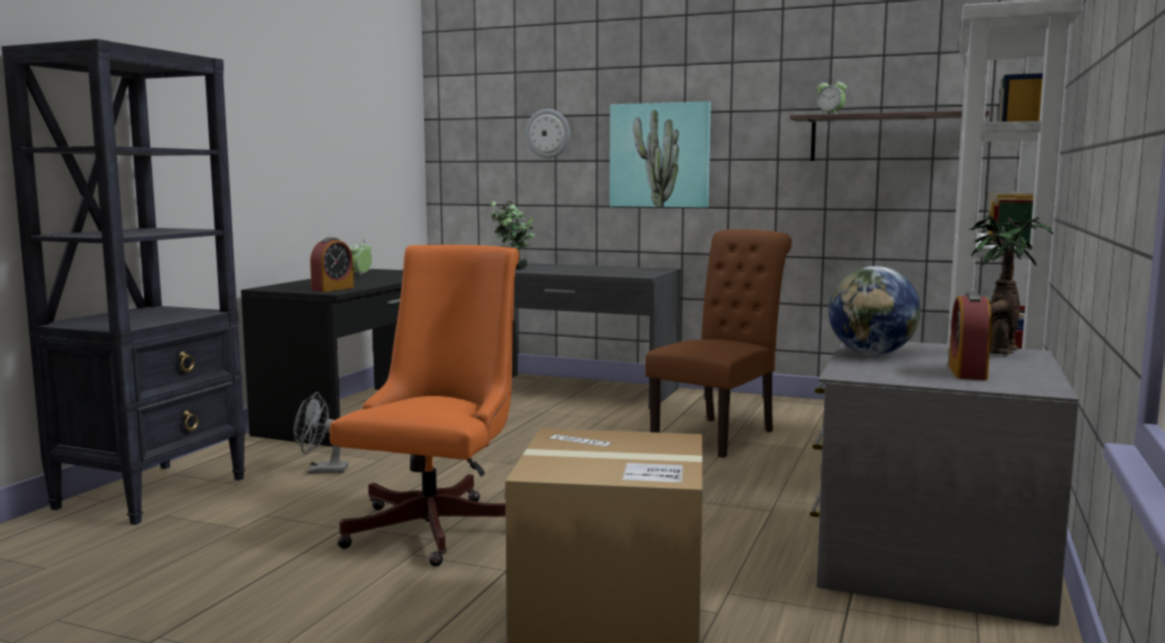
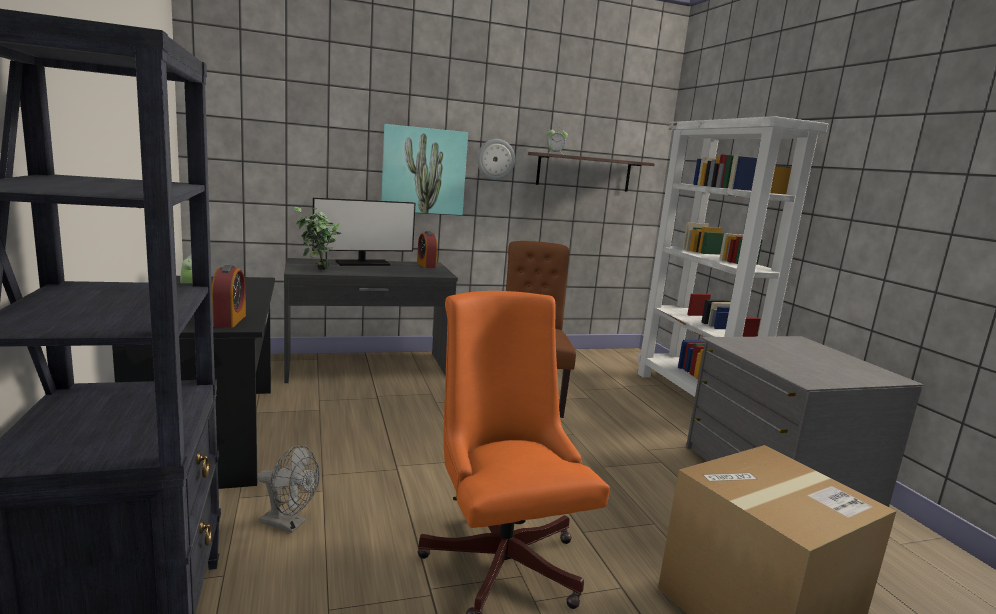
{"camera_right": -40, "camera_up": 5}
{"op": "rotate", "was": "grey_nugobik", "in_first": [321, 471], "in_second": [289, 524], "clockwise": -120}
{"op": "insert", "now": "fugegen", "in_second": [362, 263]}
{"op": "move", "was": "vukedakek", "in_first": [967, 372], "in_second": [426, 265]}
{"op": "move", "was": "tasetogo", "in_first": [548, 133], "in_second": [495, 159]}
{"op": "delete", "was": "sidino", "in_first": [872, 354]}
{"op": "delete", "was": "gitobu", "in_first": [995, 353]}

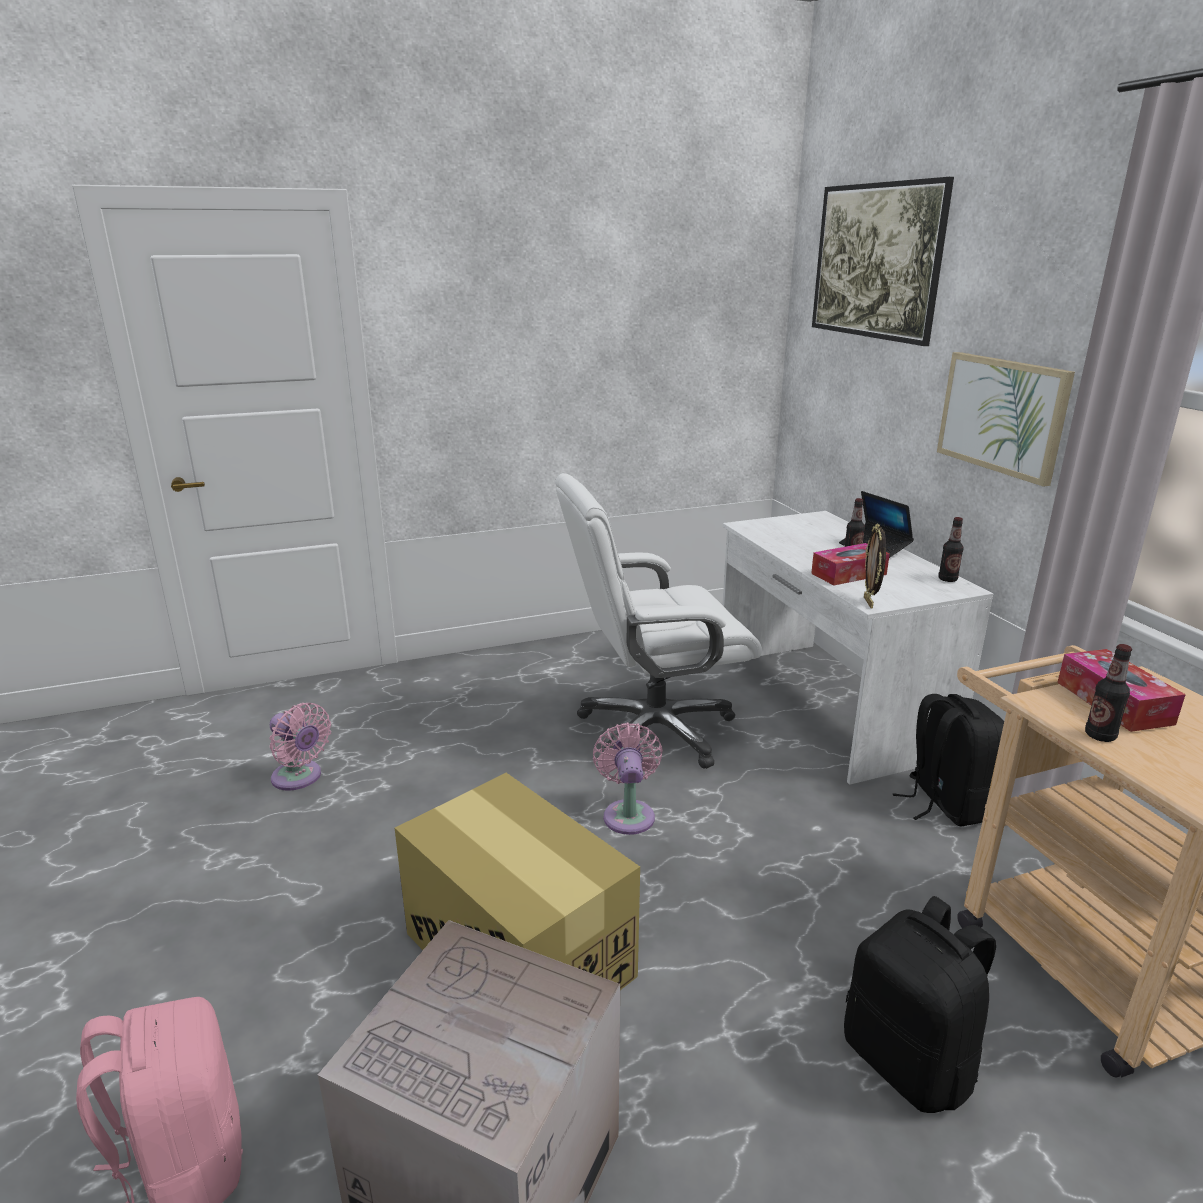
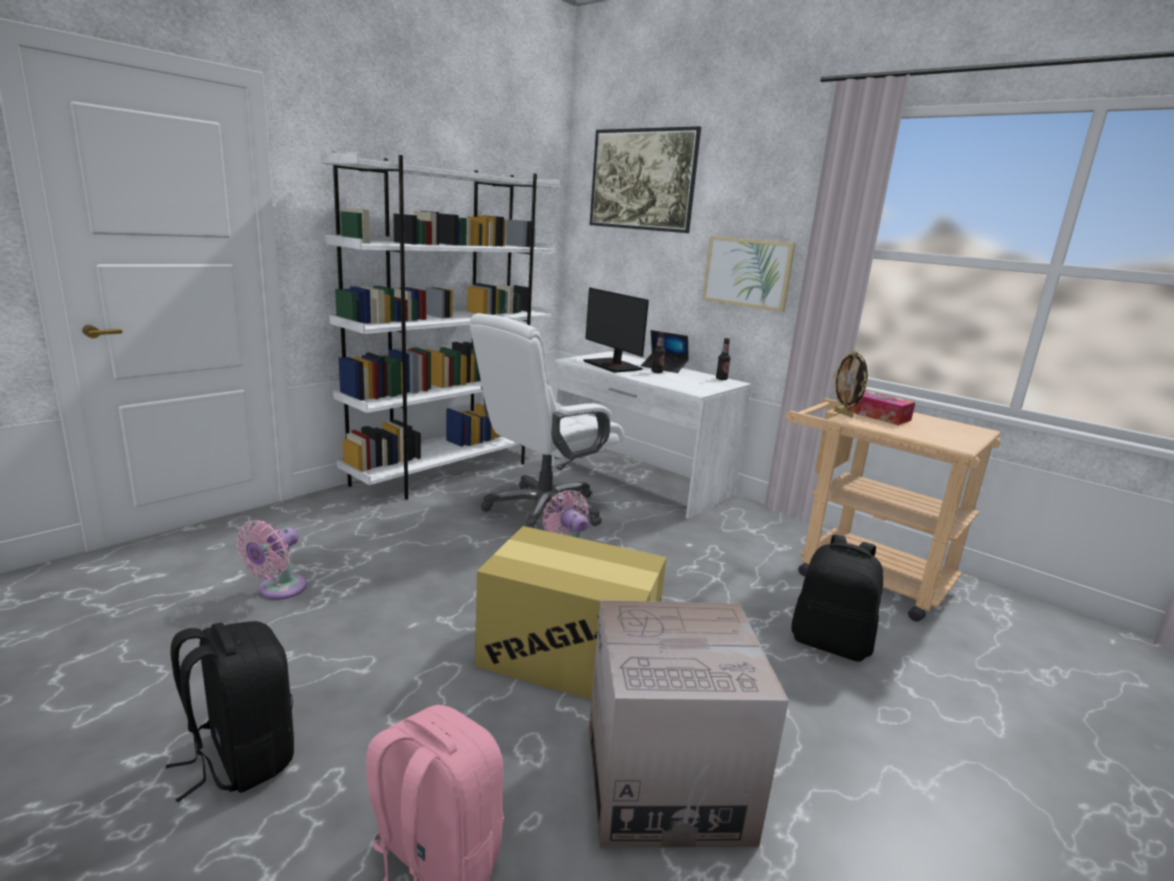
{"camera_right": -30, "camera_up": -5}
{"op": "move", "was": "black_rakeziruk", "in_first": [945, 803], "in_second": [241, 758]}
{"op": "rotate", "was": "pink_nugobik", "in_first": [299, 778], "in_second": [278, 590], "clockwise": 105}
{"op": "insert", "now": "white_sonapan", "in_second": [451, 471]}
{"op": "insert", "now": "fugegen", "in_second": [613, 365]}
{"op": "move", "was": "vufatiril", "in_first": [869, 602], "in_second": [844, 414]}
{"op": "delete", "was": "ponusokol", "in_first": [848, 574]}
{"op": "delete", "was": "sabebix", "in_first": [1100, 736]}

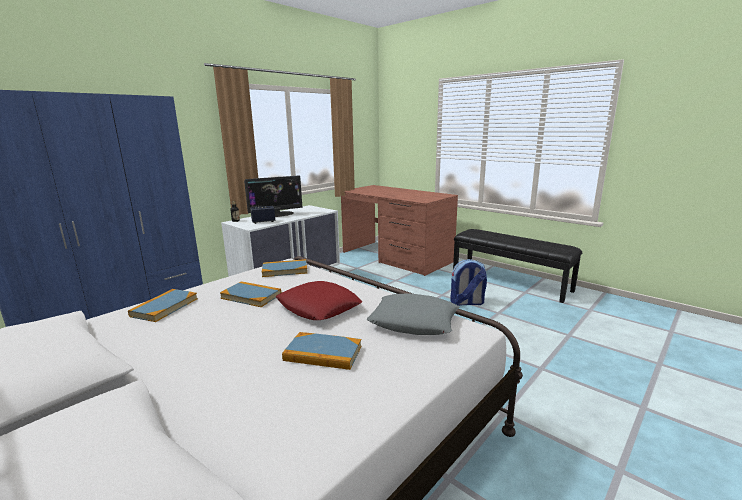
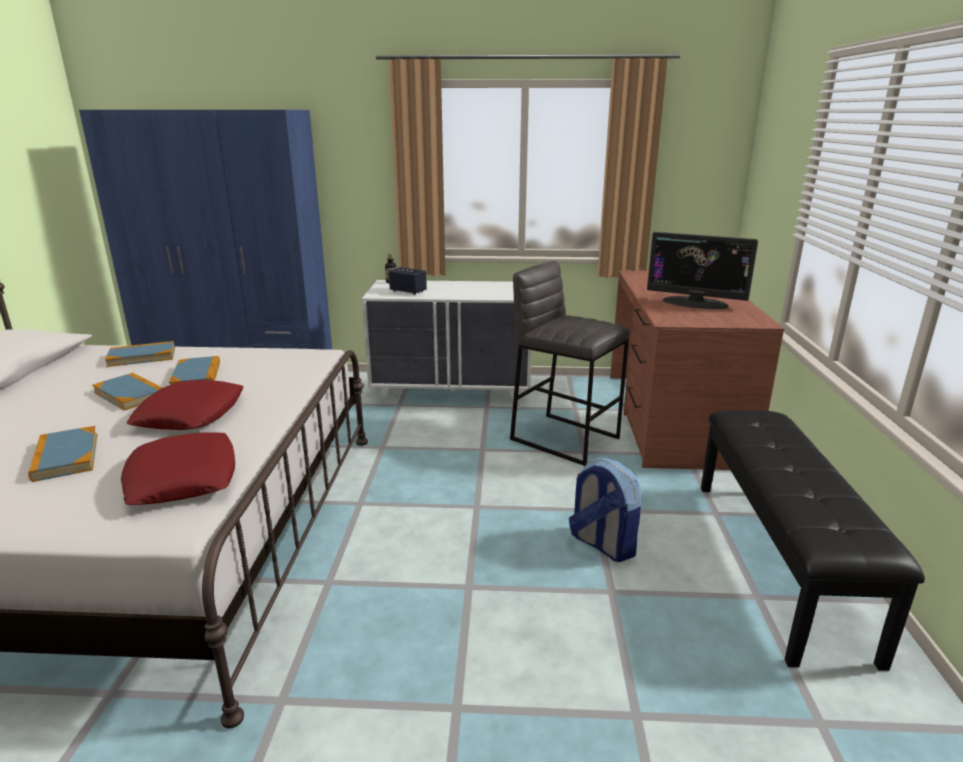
{"camera_right": 50, "camera_up": 5}
{"op": "move", "was": "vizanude", "in_first": [285, 270], "in_second": [130, 394]}
{"op": "recolor", "was": "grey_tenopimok", "now": "red_tenopimok", "in_first": [414, 321], "in_second": [183, 478]}
{"op": "insert", "now": "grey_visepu", "in_second": [564, 438]}
{"op": "move", "was": "fugegen", "in_first": [276, 215], "in_second": [695, 303]}

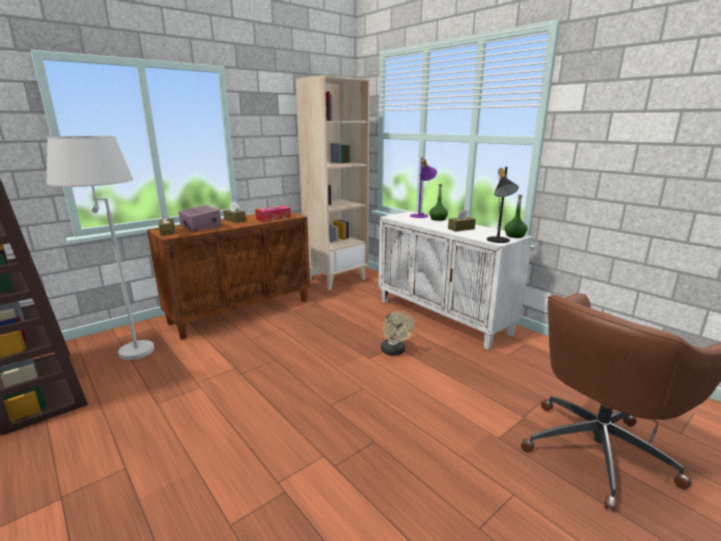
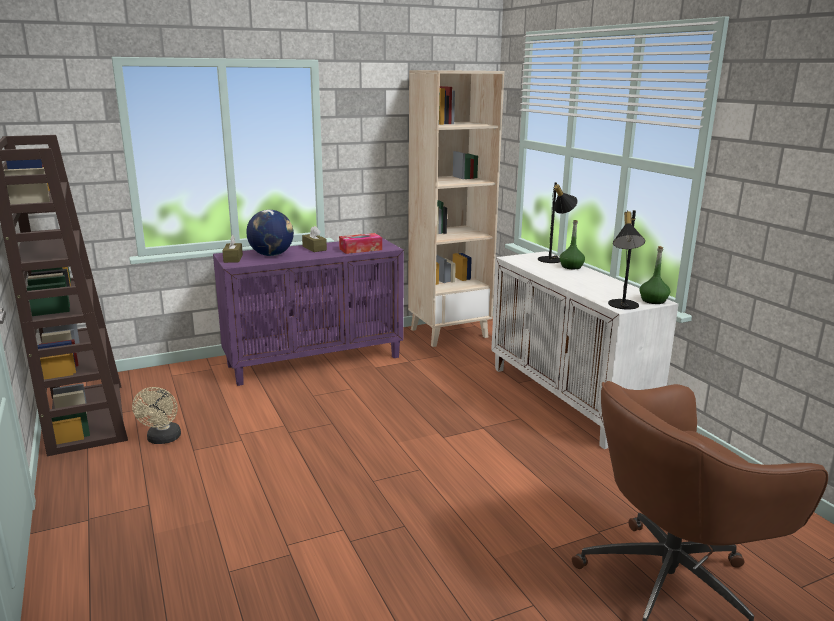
{"camera_right": 15, "camera_up": 0}
{"op": "move", "was": "beige_nugobik", "in_first": [394, 352], "in_second": [163, 439]}
{"op": "recolor", "was": "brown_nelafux", "now": "purple_nelafux", "in_first": [242, 311], "in_second": [315, 361]}
{"op": "replace", "was": "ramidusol", "now": "sidino", "in_first": [201, 227], "in_second": [271, 255]}
{"op": "recolor", "was": "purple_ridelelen", "now": "black_ridelelen", "in_first": [421, 215], "in_second": [554, 259]}
{"op": "delete", "was": "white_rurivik", "in_first": [126, 346]}
{"op": "delete", "was": "brown_ponusokol", "in_first": [461, 229]}

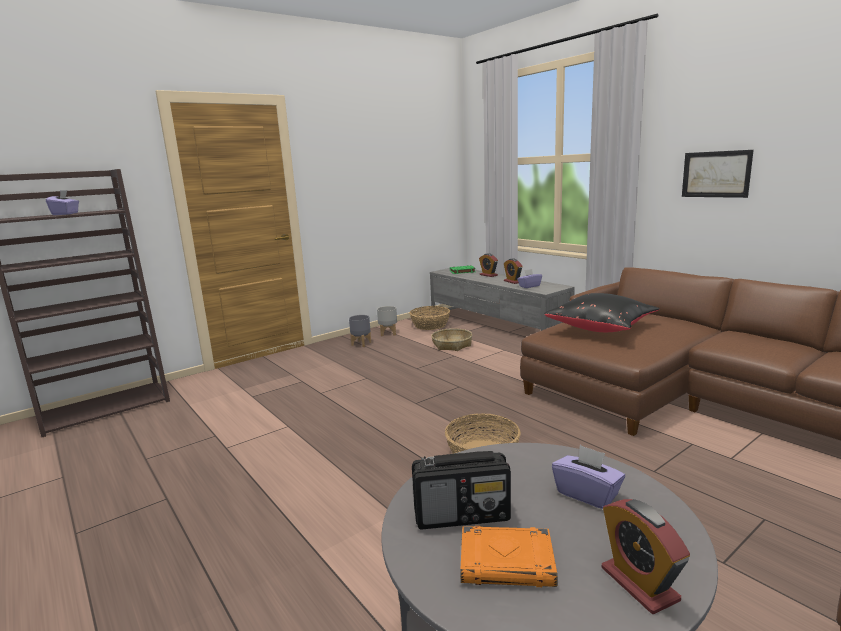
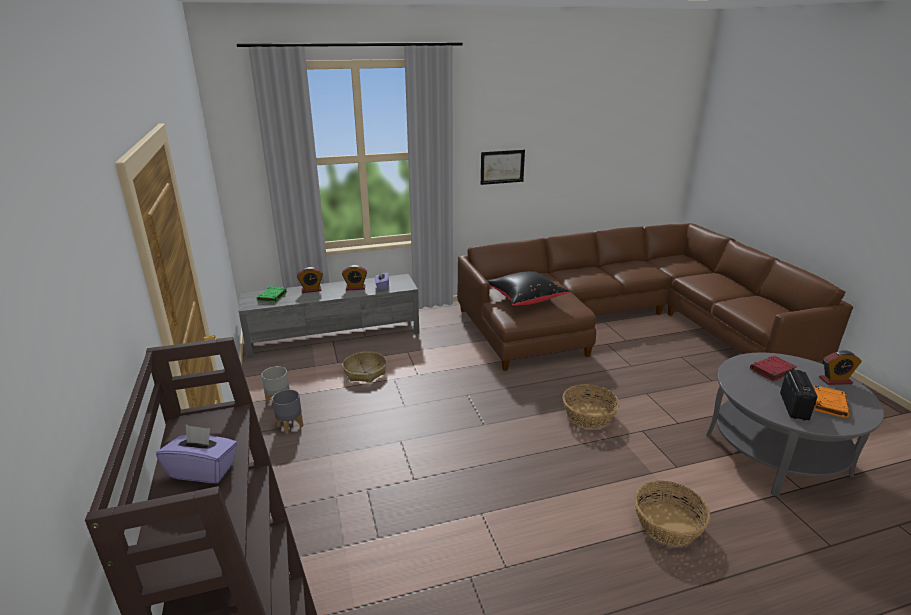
{"camera_right": -70, "camera_up": 10}
{"op": "move", "was": "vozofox", "in_first": [430, 325], "in_second": [667, 525]}
{"op": "replace", "was": "purple_ponusokol", "now": "red_vizanude", "in_first": [587, 494], "in_second": [772, 371]}

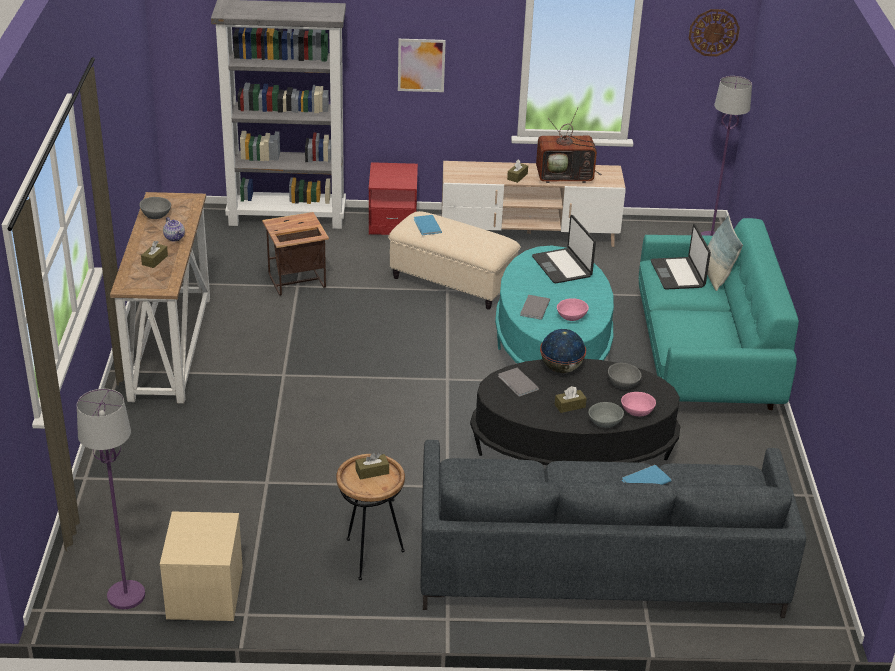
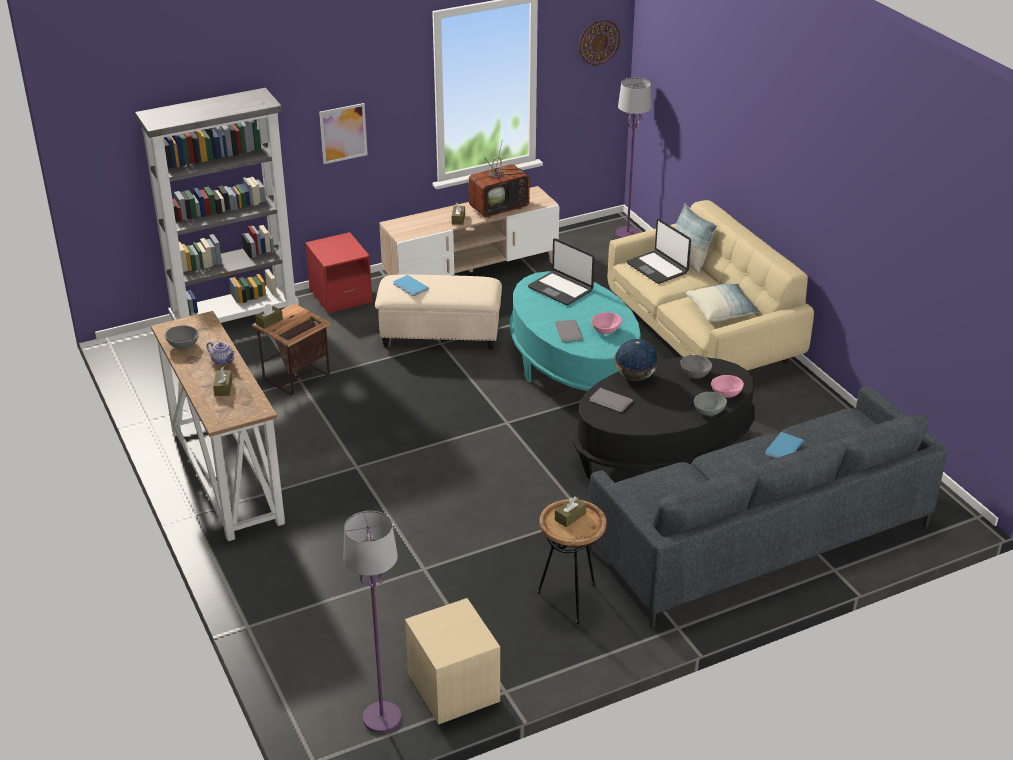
{"camera_right": -25, "camera_up": 0}
{"op": "move", "was": "brown_ponusokol", "in_first": [570, 406], "in_second": [269, 322]}
{"op": "recolor", "was": "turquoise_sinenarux", "now": "beige_sinenarux", "in_first": [704, 357], "in_second": [702, 335]}
{"op": "insert", "now": "tenopimok", "in_second": [721, 311]}

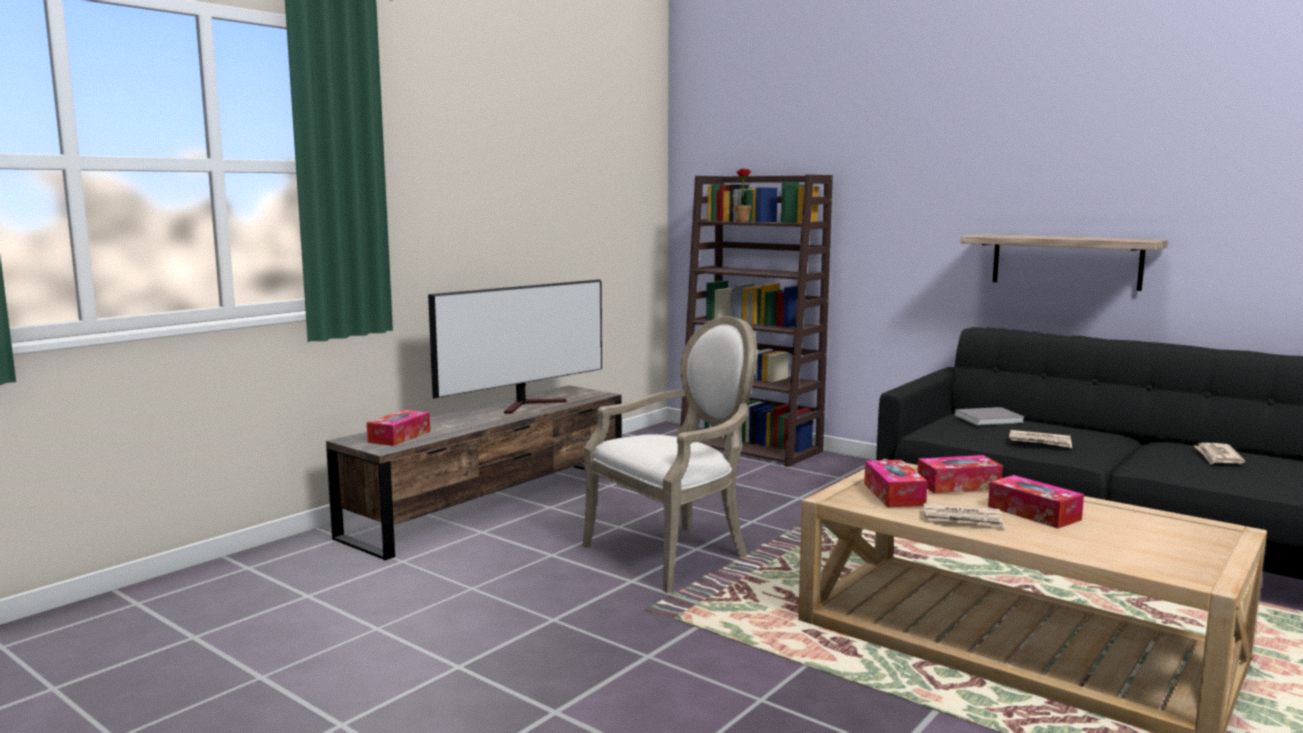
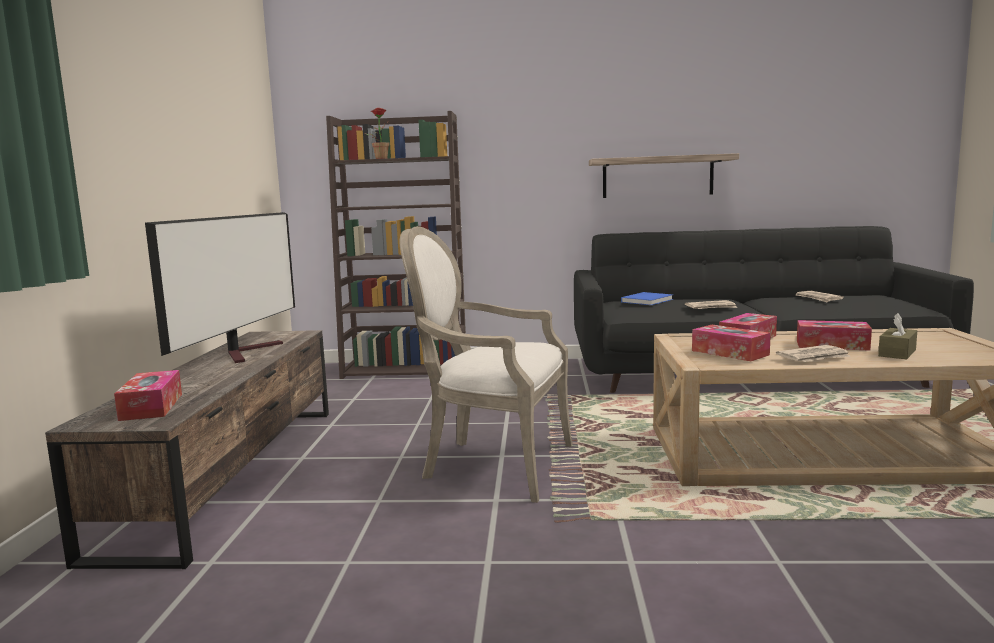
{"camera_right": -35, "camera_up": 0}
{"op": "rotate", "was": "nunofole", "in_first": [676, 553], "in_second": [491, 464], "clockwise": -90}
{"op": "recolor", "was": "grey_vizanude", "now": "blue_vizanude", "in_first": [990, 419], "in_second": [648, 300]}
{"op": "insert", "now": "brown_ponusokol", "in_second": [897, 353]}

